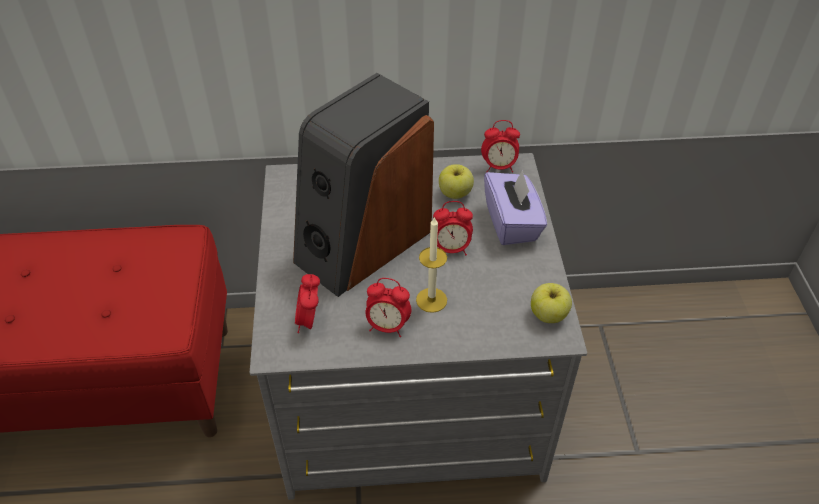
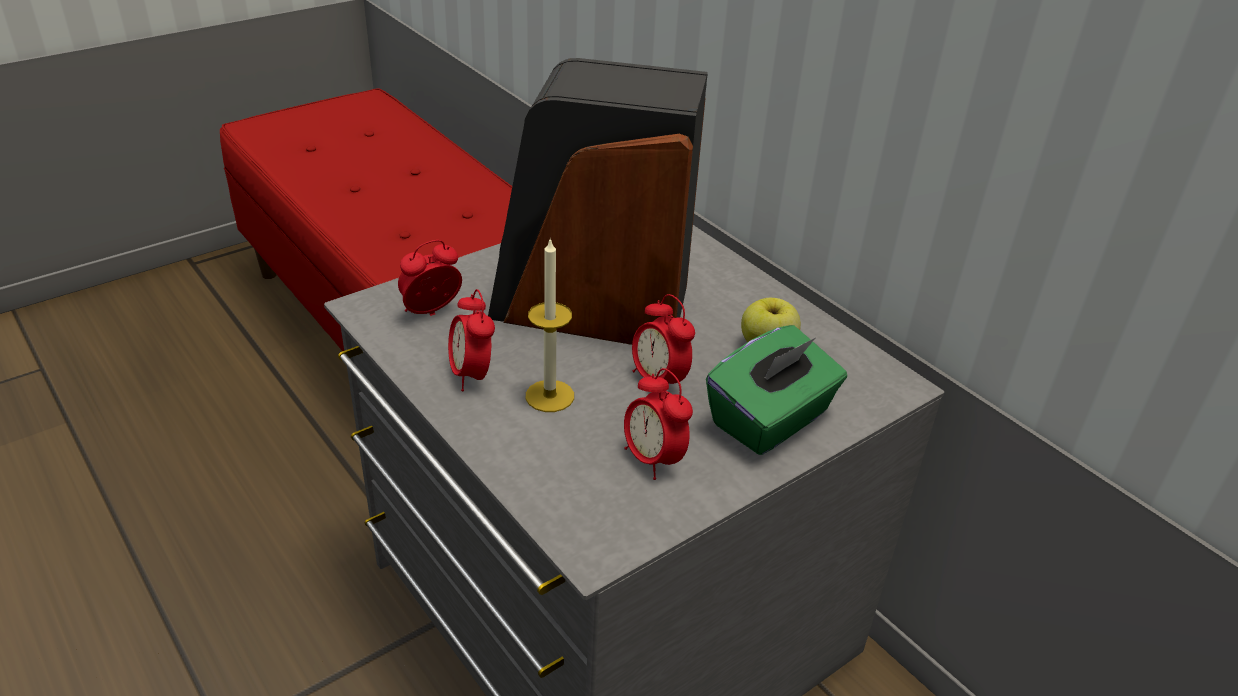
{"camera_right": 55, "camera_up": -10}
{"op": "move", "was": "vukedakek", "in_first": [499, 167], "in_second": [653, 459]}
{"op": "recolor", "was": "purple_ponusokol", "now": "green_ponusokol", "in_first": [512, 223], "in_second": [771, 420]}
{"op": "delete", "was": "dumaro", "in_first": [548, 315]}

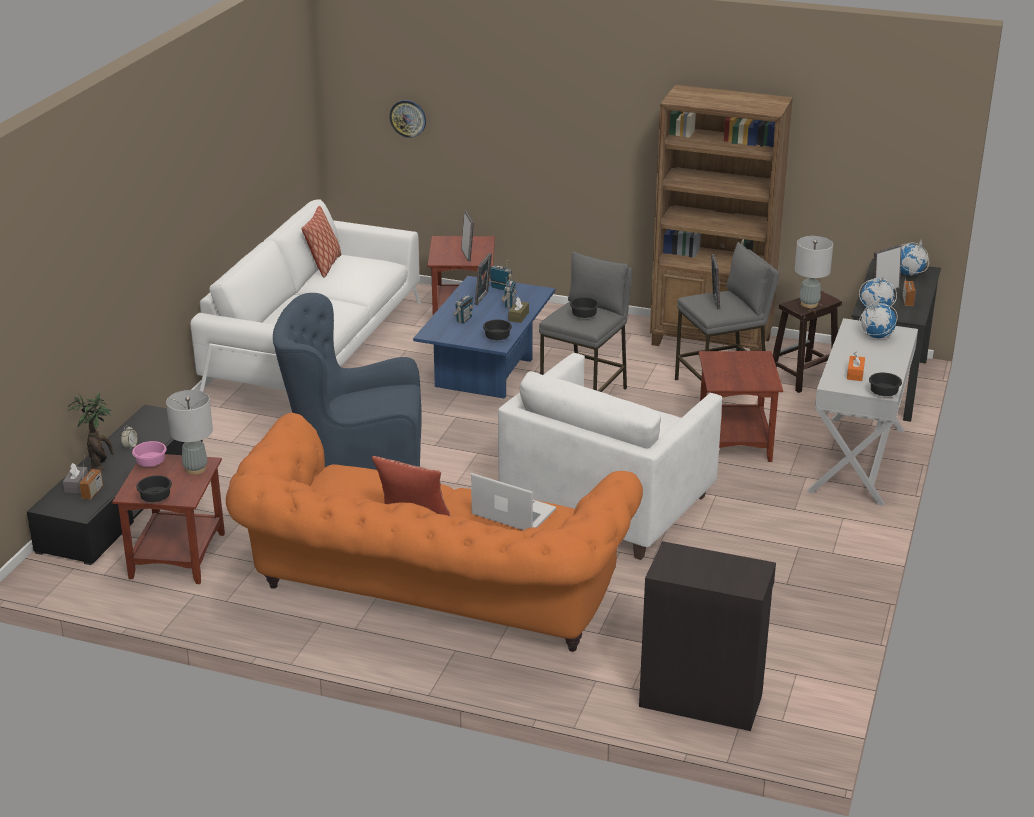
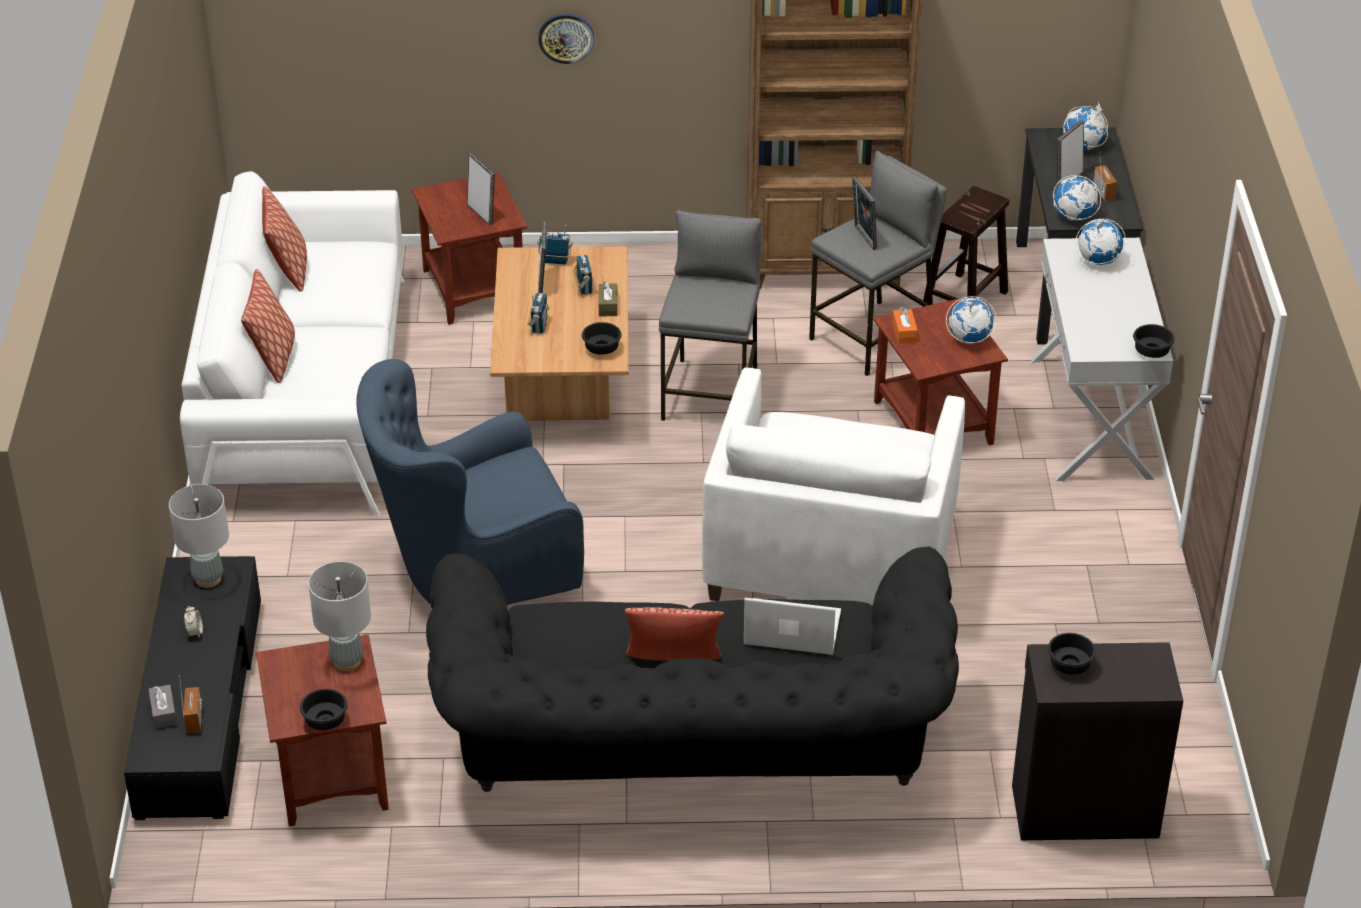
{"camera_right": -20, "camera_up": 10}
{"op": "move", "was": "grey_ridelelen", "in_first": [809, 304], "in_second": [208, 579]}
{"op": "insert", "now": "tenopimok", "in_second": [274, 358]}
{"op": "recolor", "was": "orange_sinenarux", "now": "black_sinenarux", "in_first": [429, 599], "in_second": [692, 755]}
{"op": "recolor", "was": "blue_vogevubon", "now": "brown_vogevubon", "in_first": [487, 374], "in_second": [563, 384]}
{"op": "move", "was": "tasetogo", "in_first": [408, 118], "in_second": [566, 37]}
{"op": "move", "was": "orange_ponusokol", "in_first": [855, 373], "in_second": [904, 332]}
{"op": "insert", "now": "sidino", "in_second": [968, 339]}
{"op": "move", "was": "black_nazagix", "in_first": [585, 316], "in_second": [1070, 664]}
{"op": "delete", "was": "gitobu", "in_first": [100, 464]}
{"op": "delete", "was": "pink_nazagix", "in_first": [151, 464]}

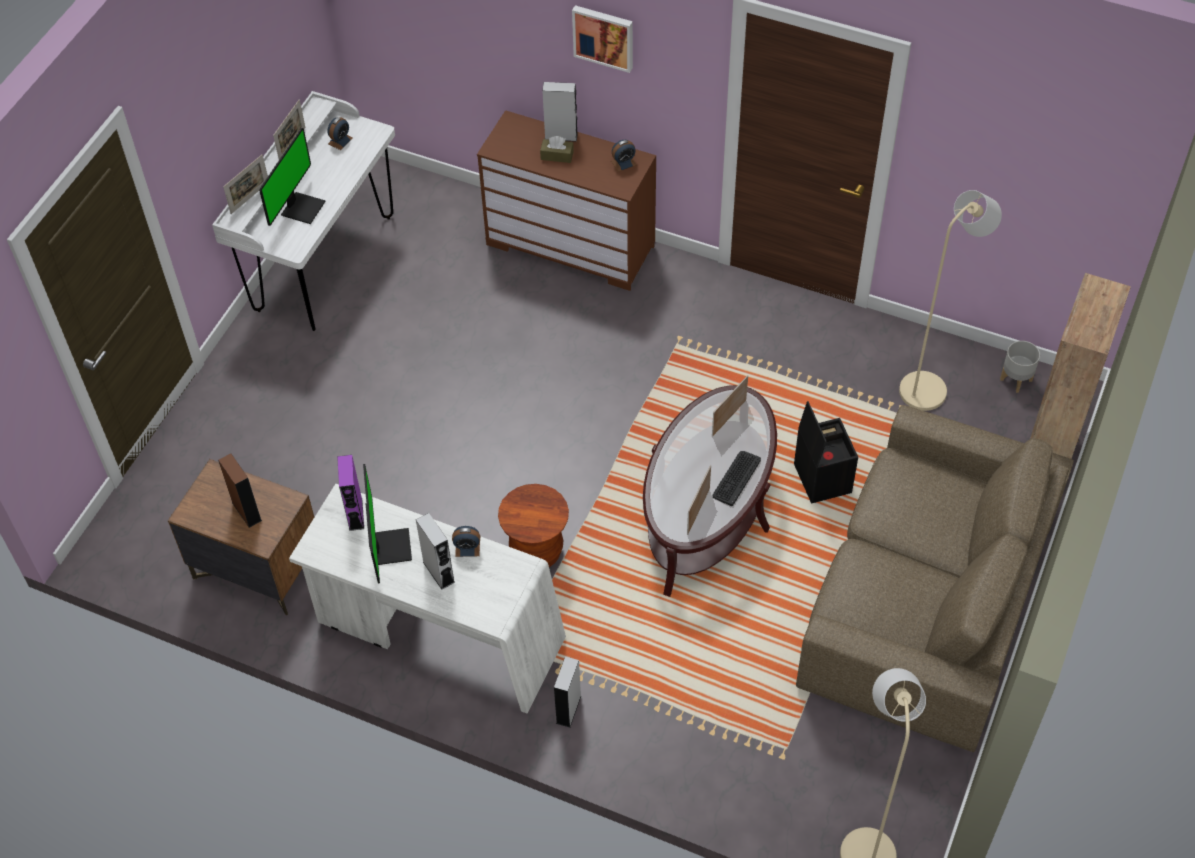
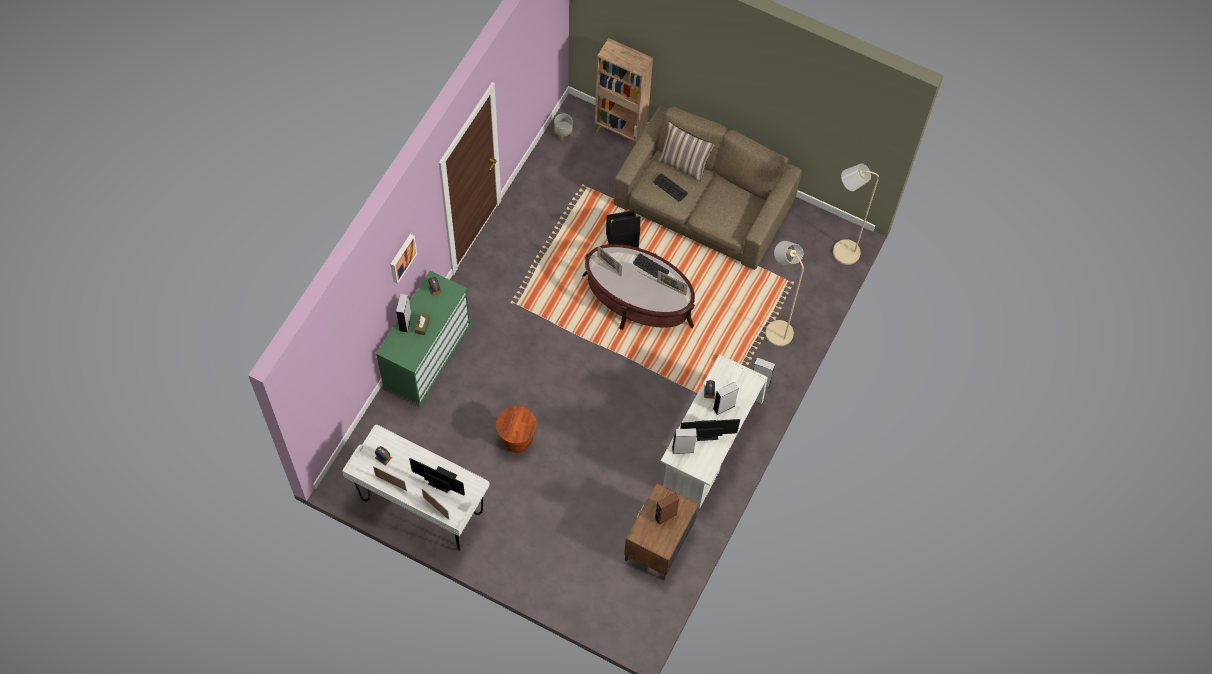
{"camera_right": -90, "camera_up": 10}
{"op": "recolor", "was": "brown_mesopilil", "now": "green_mesopilil", "in_first": [571, 245], "in_second": [427, 357]}
{"op": "move", "was": "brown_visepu", "in_first": [536, 552], "in_second": [517, 440]}
{"op": "insert", "now": "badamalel", "in_second": [670, 188]}
{"op": "insert", "now": "tenopimok", "in_second": [683, 164]}
{"op": "recolor", "was": "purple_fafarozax", "now": "grey_fafarozax", "in_first": [355, 514], "in_second": [683, 449]}
{"op": "move", "was": "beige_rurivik", "in_first": [929, 386], "in_second": [775, 329]}

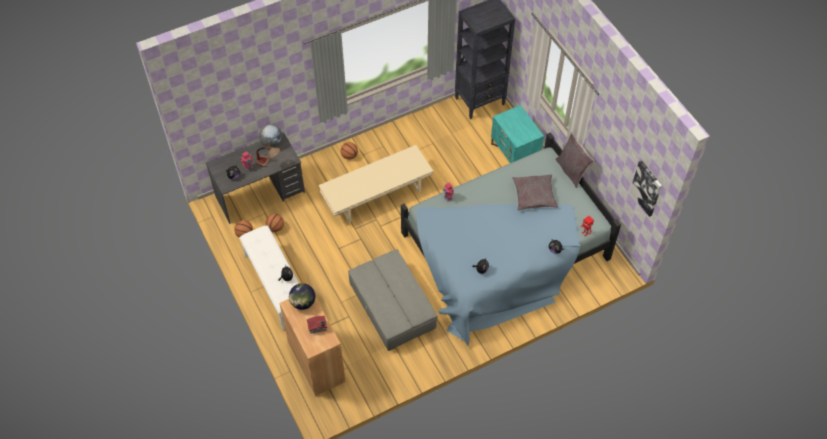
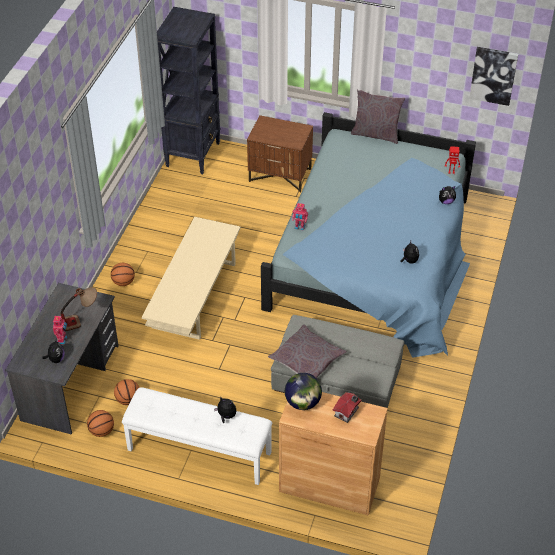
{"camera_right": -45, "camera_up": -10}
{"op": "recolor", "was": "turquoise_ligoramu", "now": "brown_ligoramu", "in_first": [515, 154], "in_second": [280, 175]}
{"op": "move", "was": "grey_tenopimok", "in_first": [534, 195], "in_second": [307, 359]}
{"op": "delete", "was": "sidino", "in_first": [272, 143]}

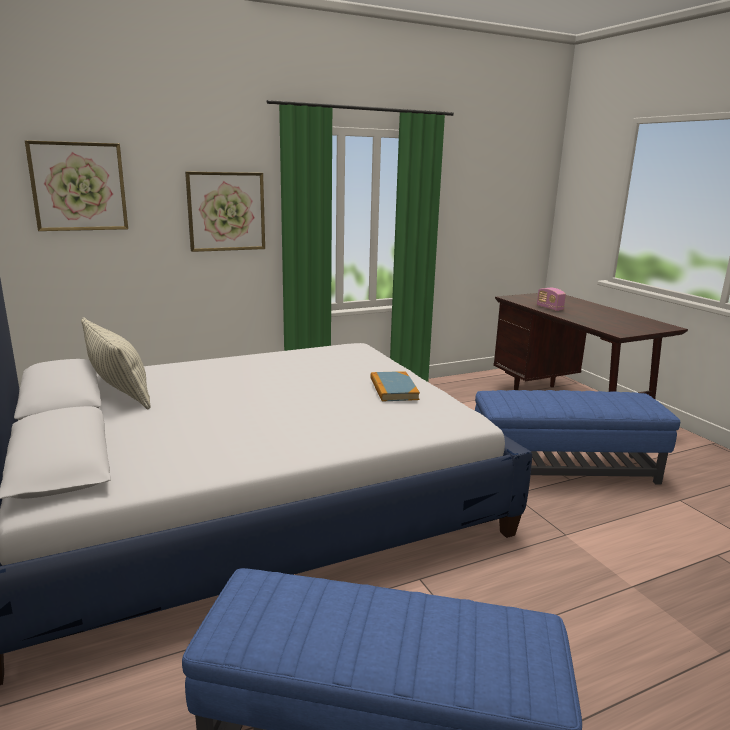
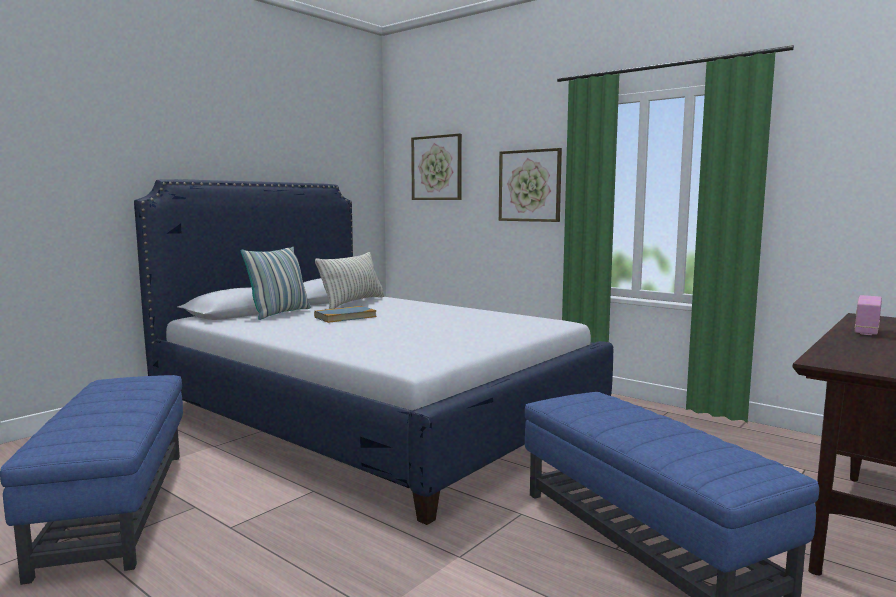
{"camera_right": 65, "camera_up": -10}
{"op": "insert", "now": "tenopimok", "in_second": [279, 313]}
{"op": "move", "was": "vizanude", "in_first": [393, 389], "in_second": [345, 317]}

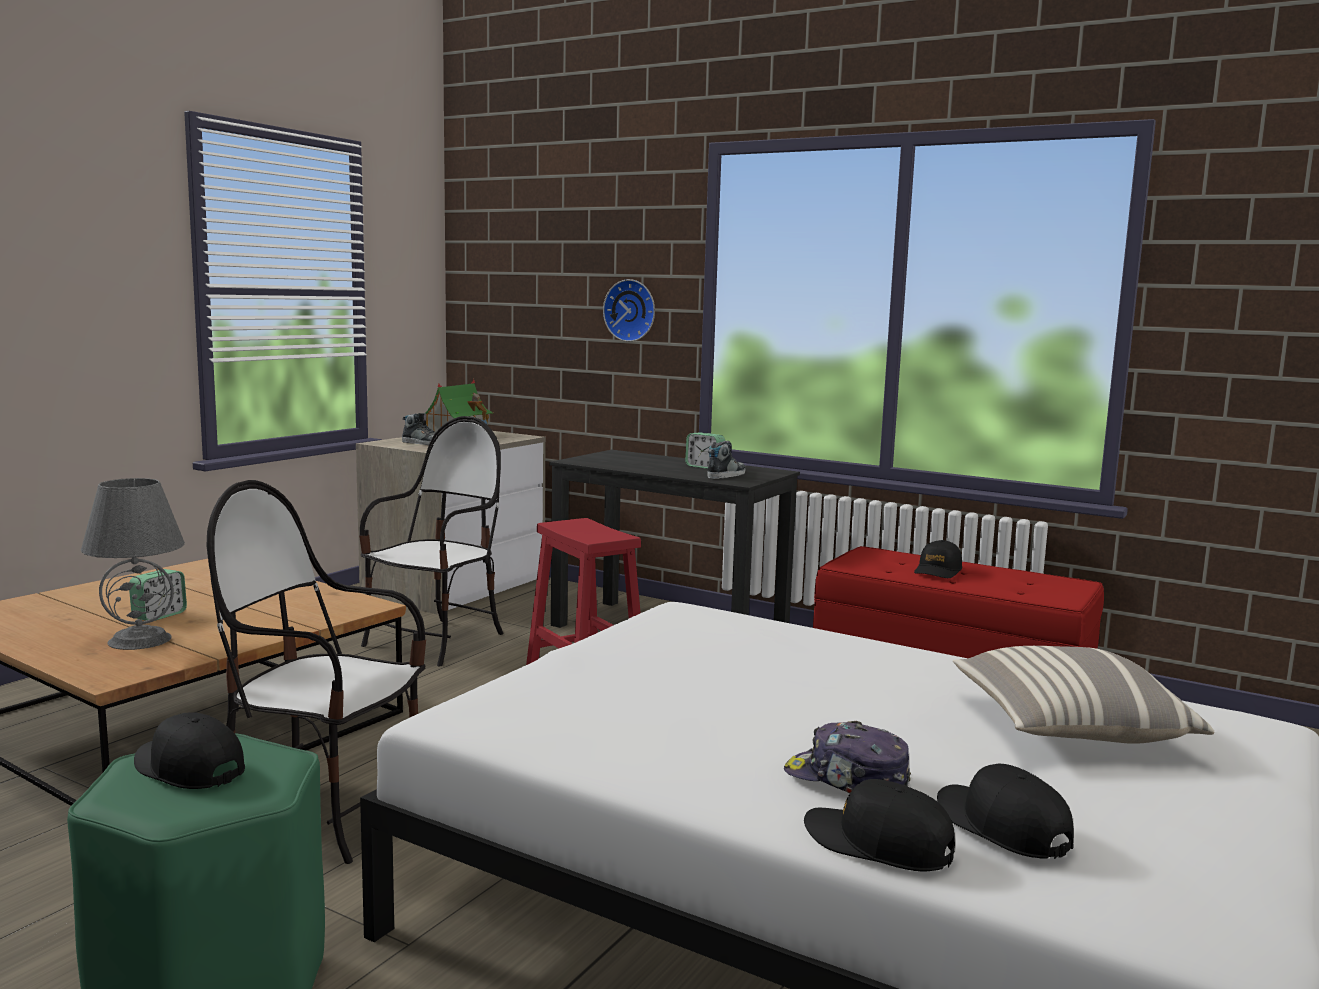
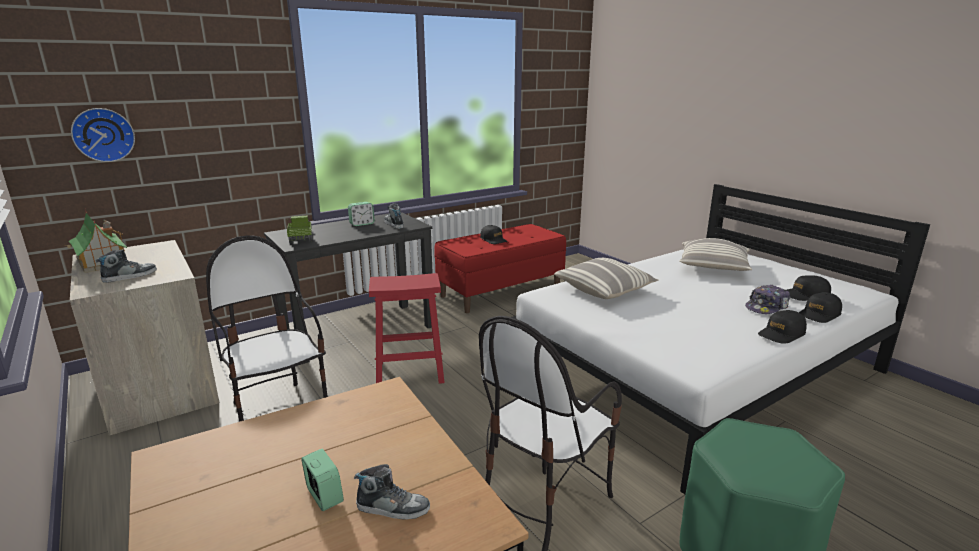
{"camera_right": -65, "camera_up": 10}
{"op": "move", "was": "tasetogo", "in_first": [631, 310], "in_second": [103, 135]}
{"op": "insert", "now": "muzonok", "in_second": [301, 238]}
{"op": "replace", "was": "grey_ridelelen", "now": "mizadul", "in_first": [140, 640], "in_second": [393, 508]}
{"op": "insert", "now": "tenopimok", "in_second": [604, 290]}
{"op": "move", "was": "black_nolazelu", "in_first": [188, 768], "in_second": [781, 334]}

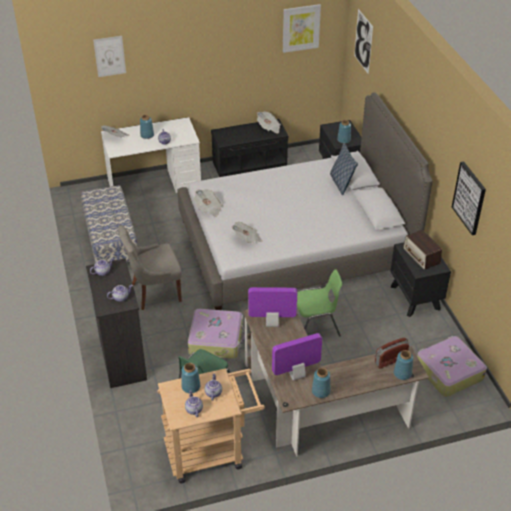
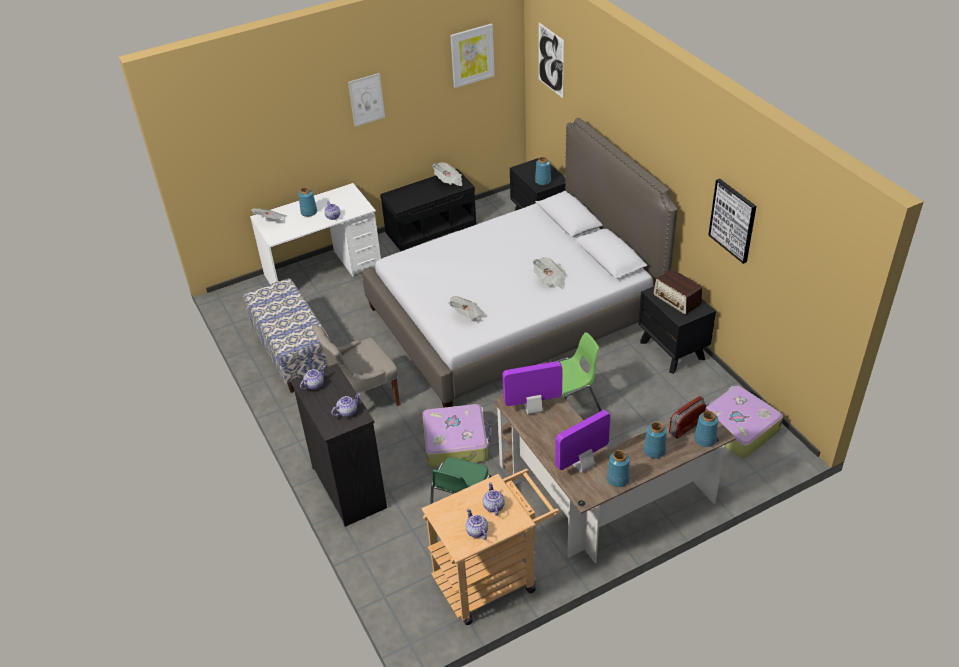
{"camera_right": -10, "camera_up": 0}
{"op": "move", "was": "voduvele", "in_first": [109, 56], "in_second": [366, 99]}
{"op": "move", "was": "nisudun", "in_first": [208, 209], "in_second": [550, 280]}
{"op": "move", "was": "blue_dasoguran", "in_first": [190, 386], "in_second": [654, 450]}
{"op": "delete", "was": "tenopimok", "in_first": [341, 183]}

